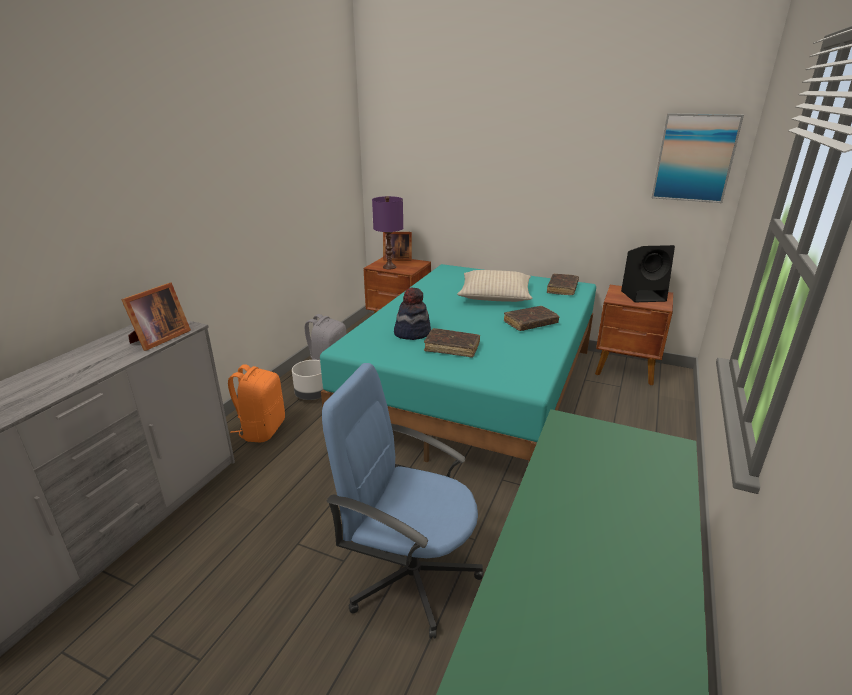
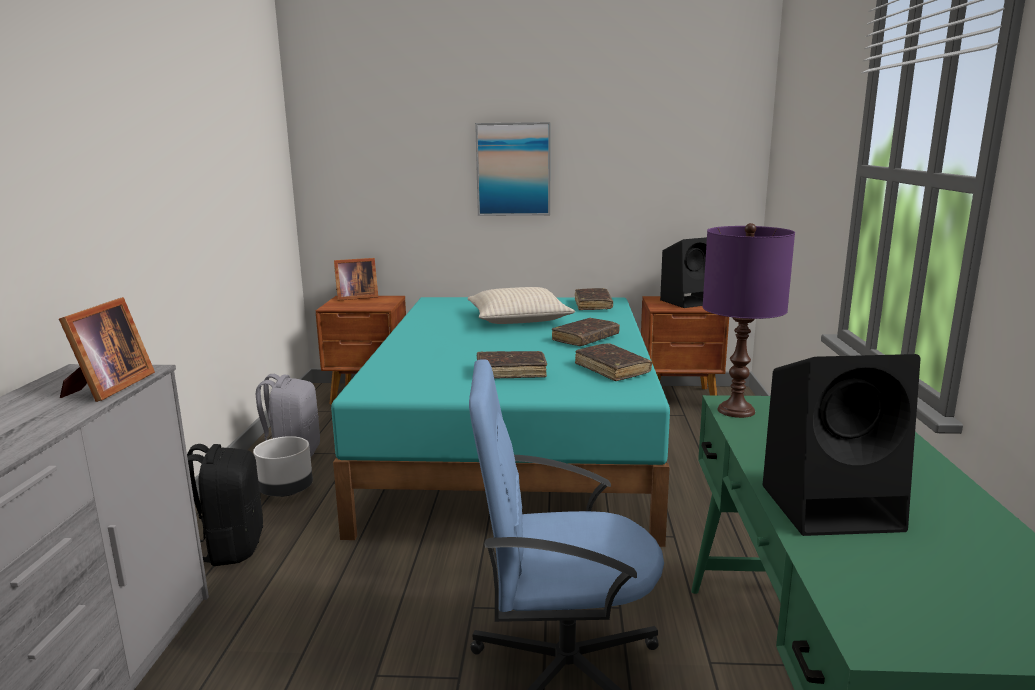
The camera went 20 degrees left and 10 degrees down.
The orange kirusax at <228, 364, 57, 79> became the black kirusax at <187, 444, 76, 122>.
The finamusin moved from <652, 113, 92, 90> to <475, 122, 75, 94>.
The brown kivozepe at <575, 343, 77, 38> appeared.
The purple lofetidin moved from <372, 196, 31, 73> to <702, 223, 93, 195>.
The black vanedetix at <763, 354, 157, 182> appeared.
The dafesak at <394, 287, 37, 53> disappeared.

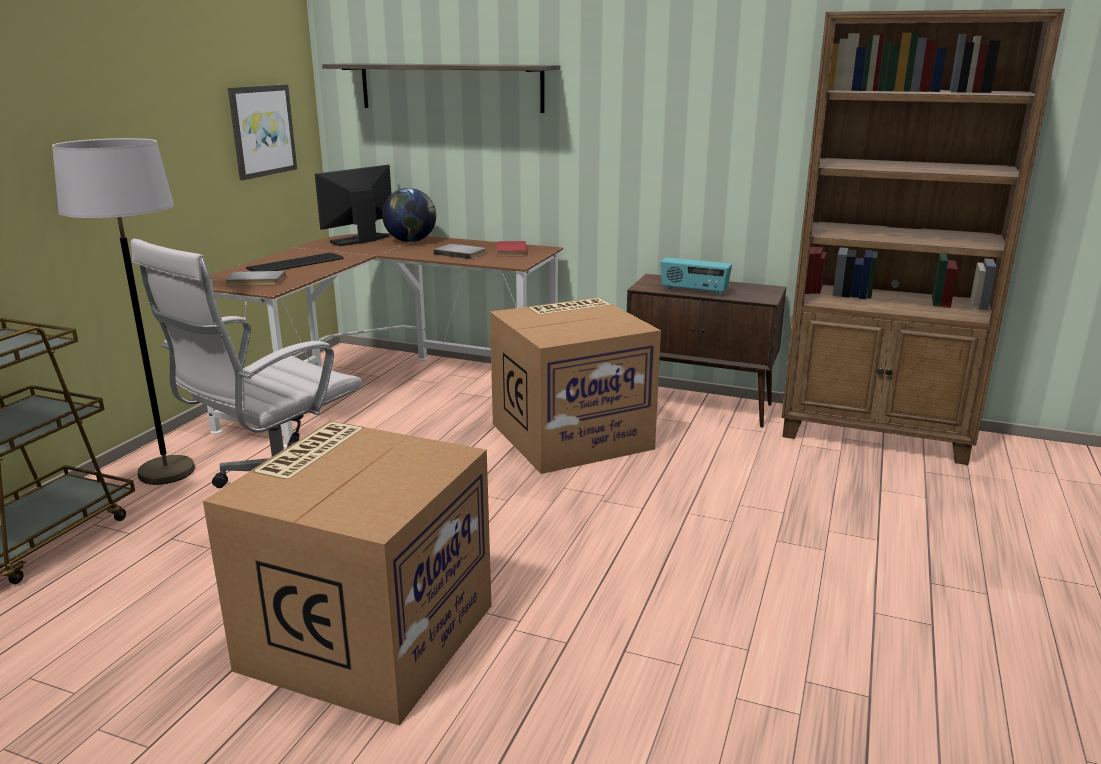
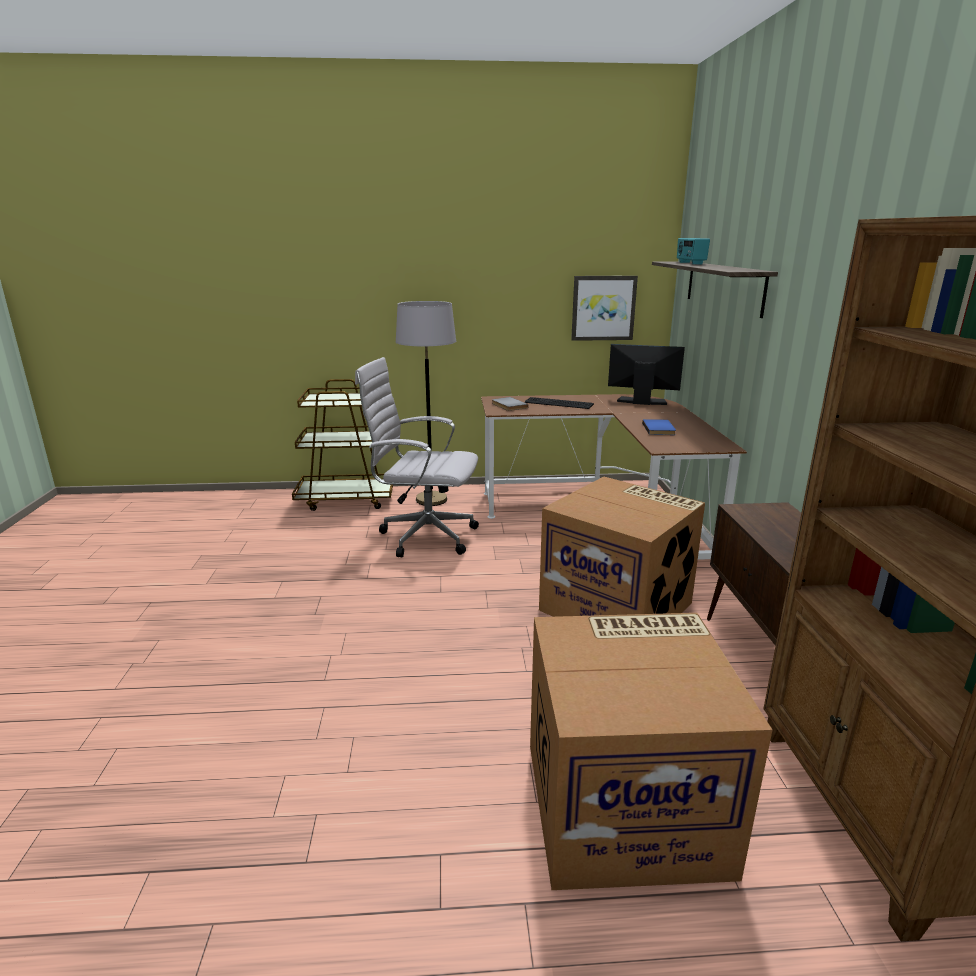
The camera went 65 degrees right and 0 degrees up.
The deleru moved from <203, 421, 288, 305> to <530, 613, 242, 277>.
The grey kivozepe at <433, 244, 54, 15> became the blue kivozepe at <642, 419, 34, 16>.
The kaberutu moved from <661, 257, 71, 39> to <677, 238, 33, 27>.
The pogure at <382, 188, 54, 54> disappeared.
The red kivozepe at <497, 241, 31, 16> disappeared.

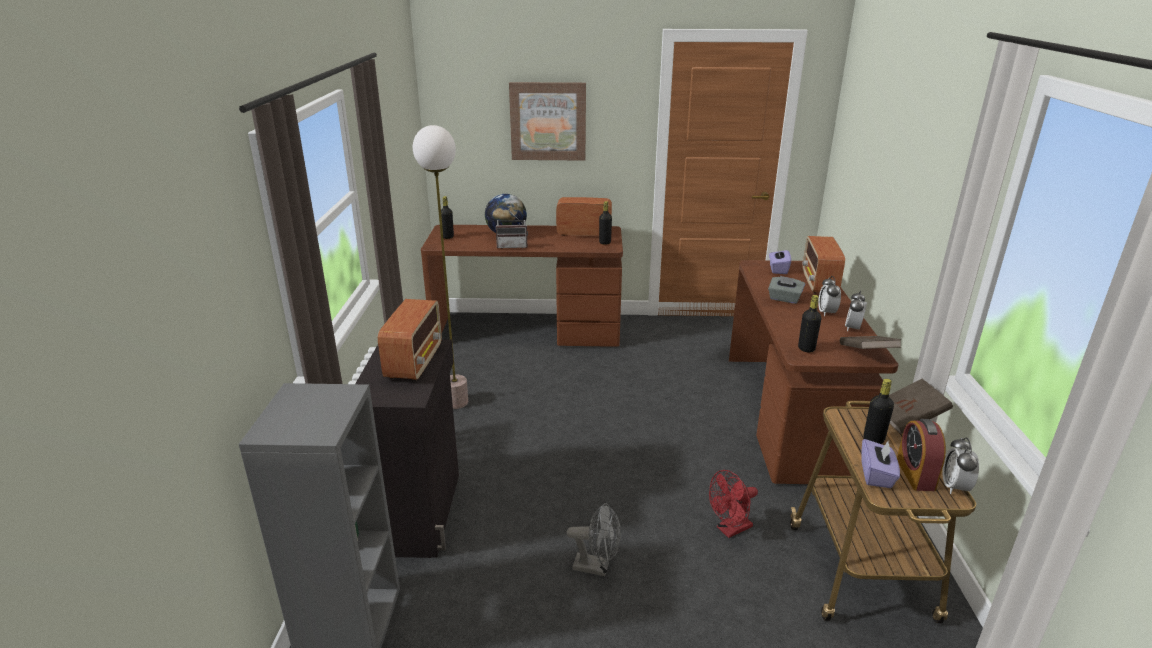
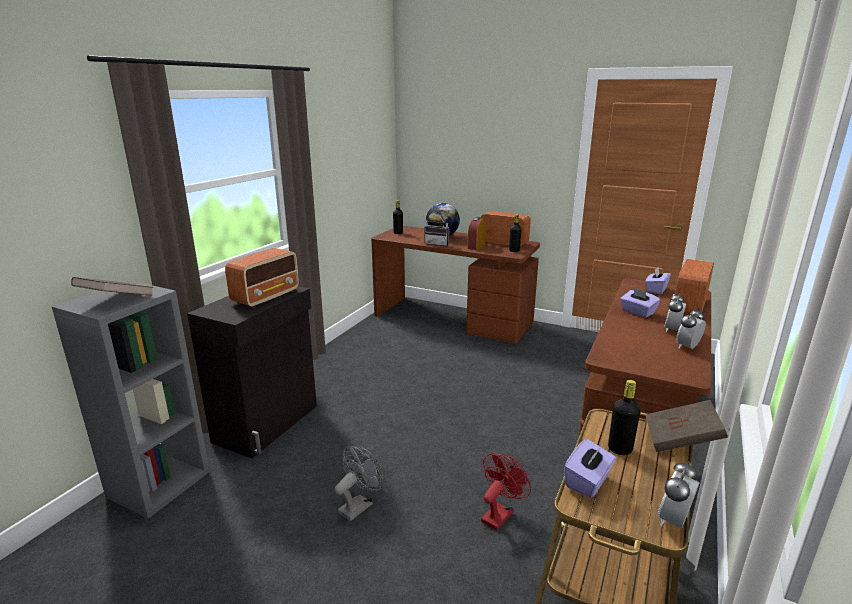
The camera went 25 degrees right and 5 degrees down.
The brown kivozepe moved from <840, 336, 62, 13> to <71, 277, 82, 18>.
The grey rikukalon at <567, 503, 54, 73> turned 90 degrees counterclockwise.
The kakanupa moved from <897, 419, 49, 72> to <467, 217, 19, 33>.
The red rikukalon at <709, 470, 49, 68> turned 135 degrees clockwise.
The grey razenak at <768, 276, 37, 28> became the purple razenak at <620, 288, 40, 30>.
The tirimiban at <413, 125, 55, 284> disappeared.
The finamusin at <509, 82, 77, 79> disappeared.
The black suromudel at <798, 295, 24, 58> disappeared.

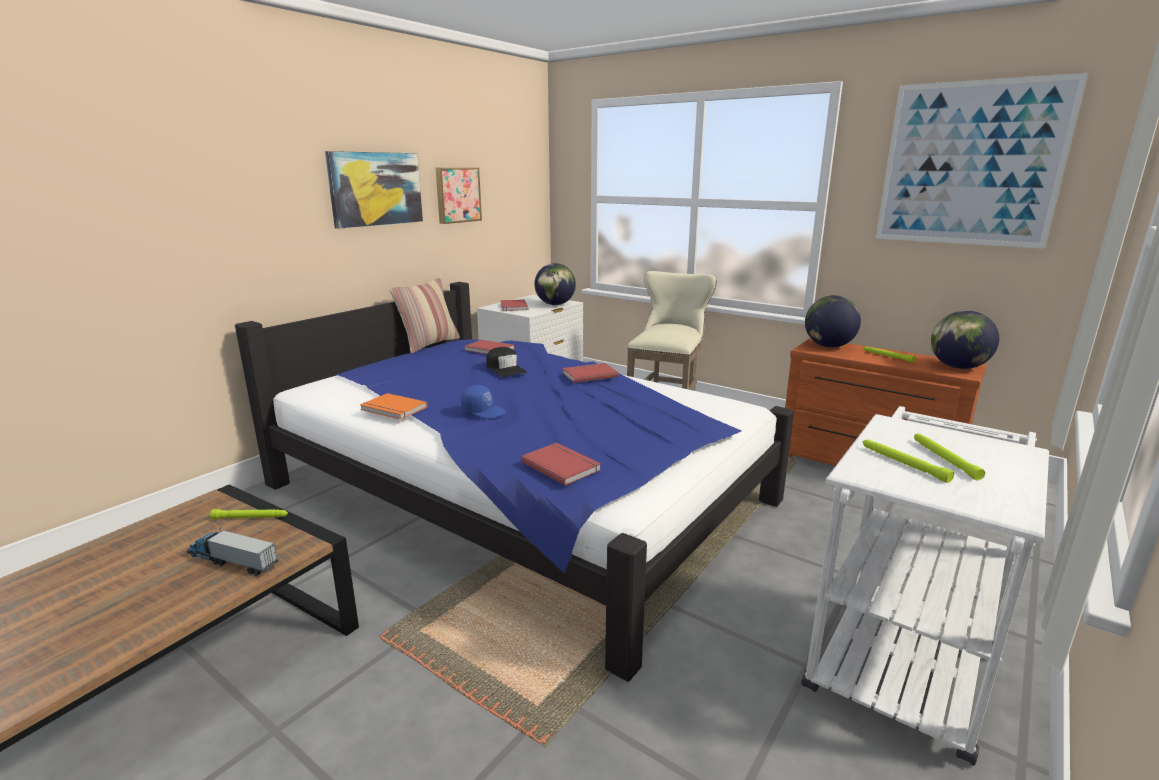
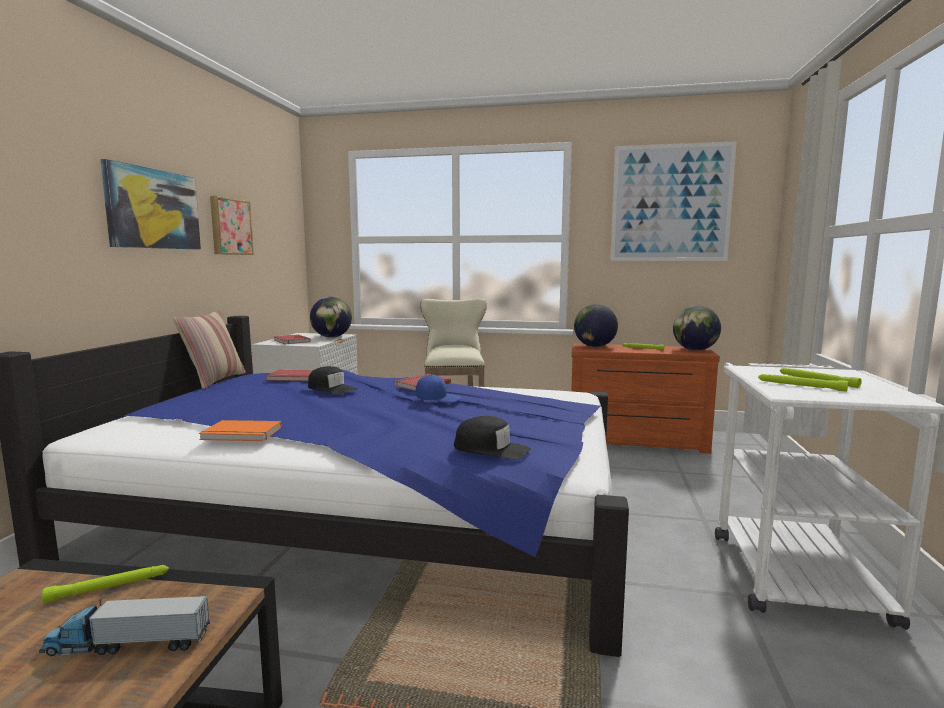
The camera went 25 degrees left and 10 degrees down.
The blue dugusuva moved from <461, 385, 45, 34> to <416, 375, 45, 28>.
The red kivozepe at <521, 443, 80, 43> was replaced by the black dugusuva at <454, 416, 77, 44>.

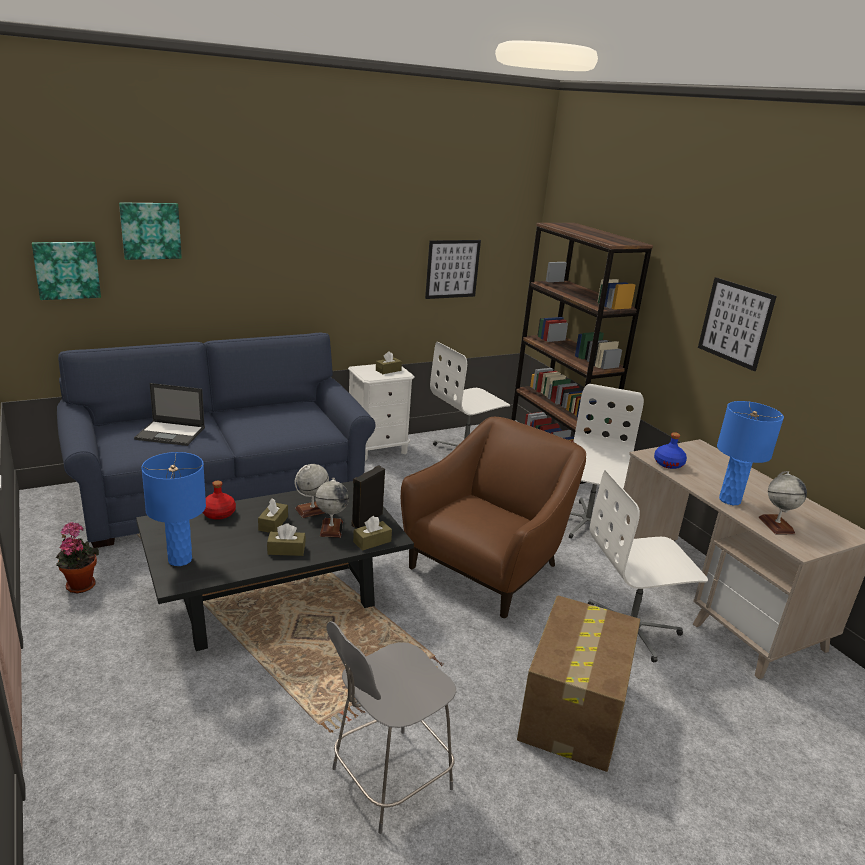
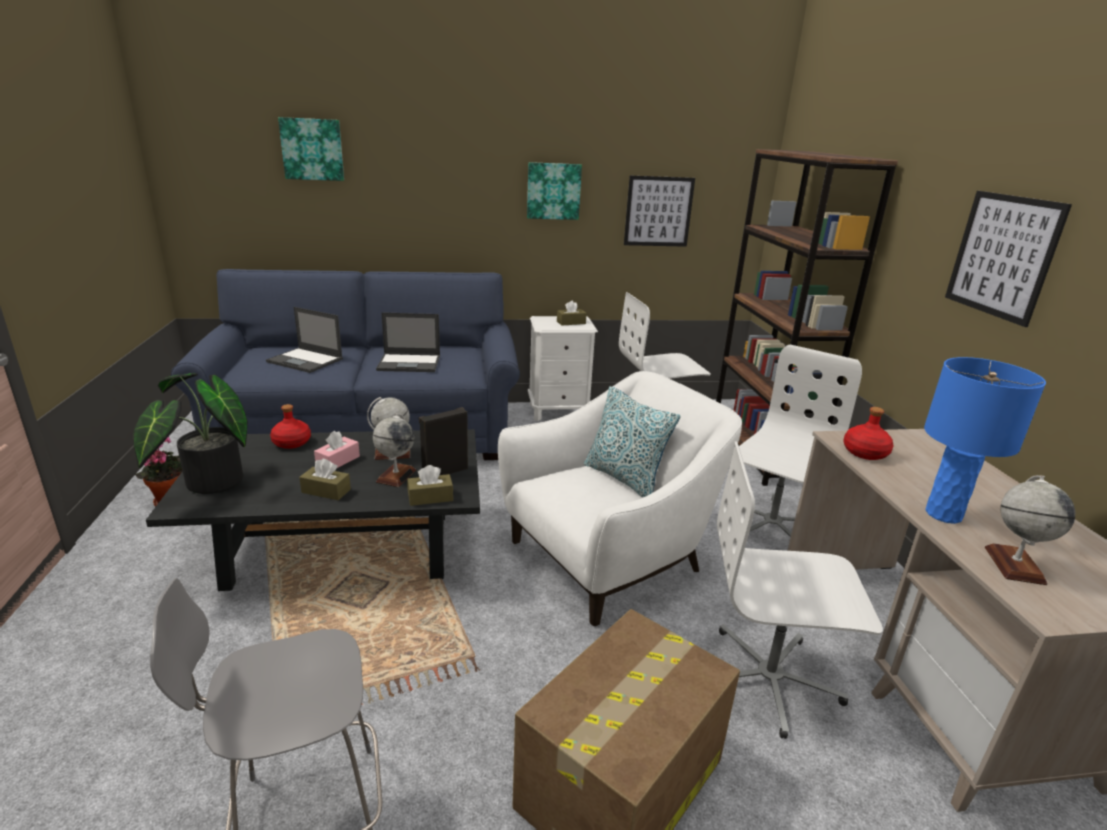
The camera went 20 degrees right and 0 degrees up.
The blue lofetidin at <141, 452, 65, 114> was replaced by the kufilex at <134, 373, 113, 121>.
The brown razenak at <258, 498, 30, 35> became the pink razenak at <314, 431, 46, 38>.
The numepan at <376, 312, 64, 60> appeared.
The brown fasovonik at <401, 417, 185, 201> became the white fasovonik at <498, 371, 244, 255>.
The finamusin moved from <32, 242, 69, 58> to <527, 162, 55, 58>.
The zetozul at <584, 386, 97, 112> appeared.
The blue suromudel at <654, 432, 33, 37> became the red suromudel at <843, 407, 50, 53>.

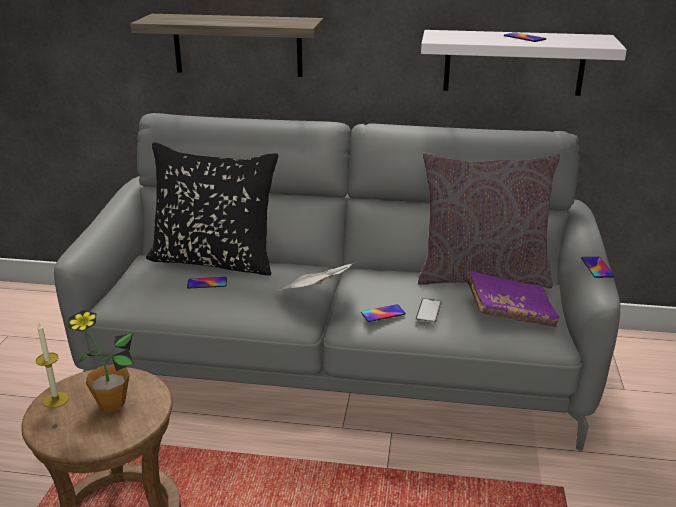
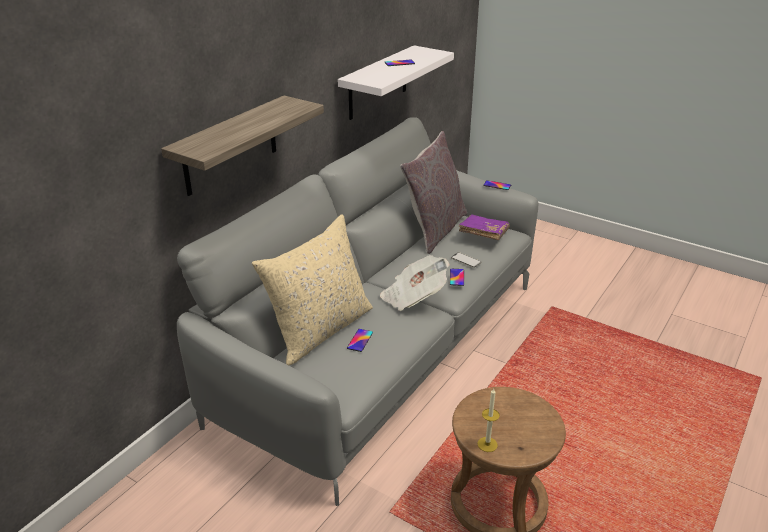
The camera went 65 degrees left and 5 degrees up.
The black zetozul at <146, 142, 132, 134> became the beige zetozul at <252, 214, 121, 151>.
The kufilex at <68, 310, 65, 102> disappeared.

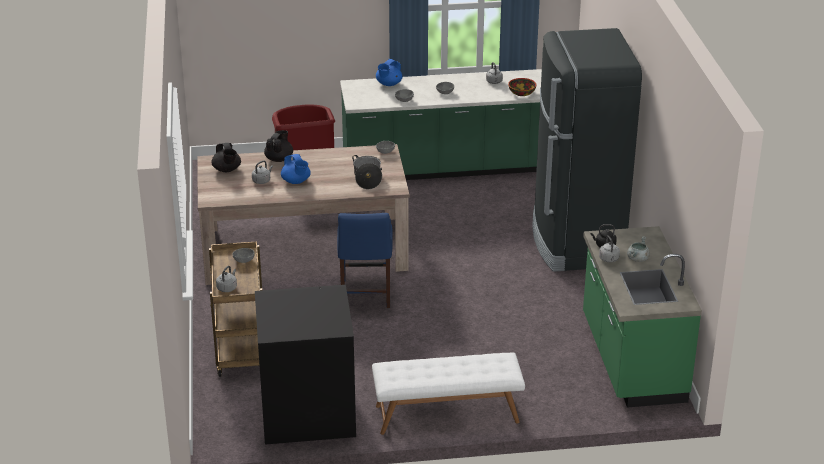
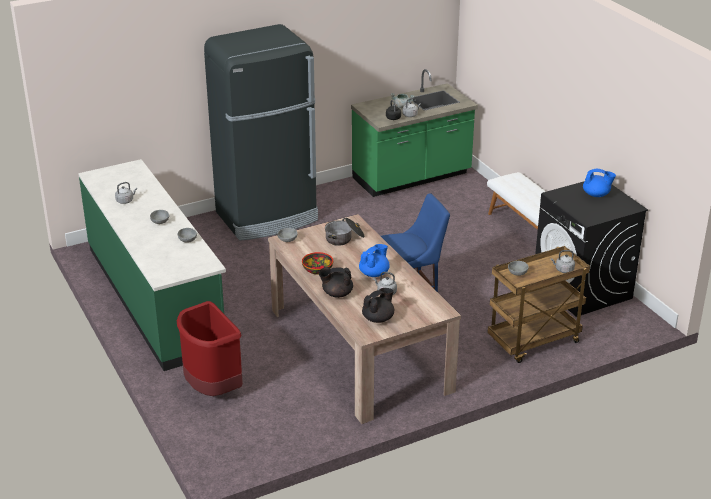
The camera went 110 degrees left and 0 degrees up.
The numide moved from <508, 78, 28, 18> to <302, 252, 31, 23>.
The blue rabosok moved from <376, 59, 26, 27> to <583, 169, 33, 28>.

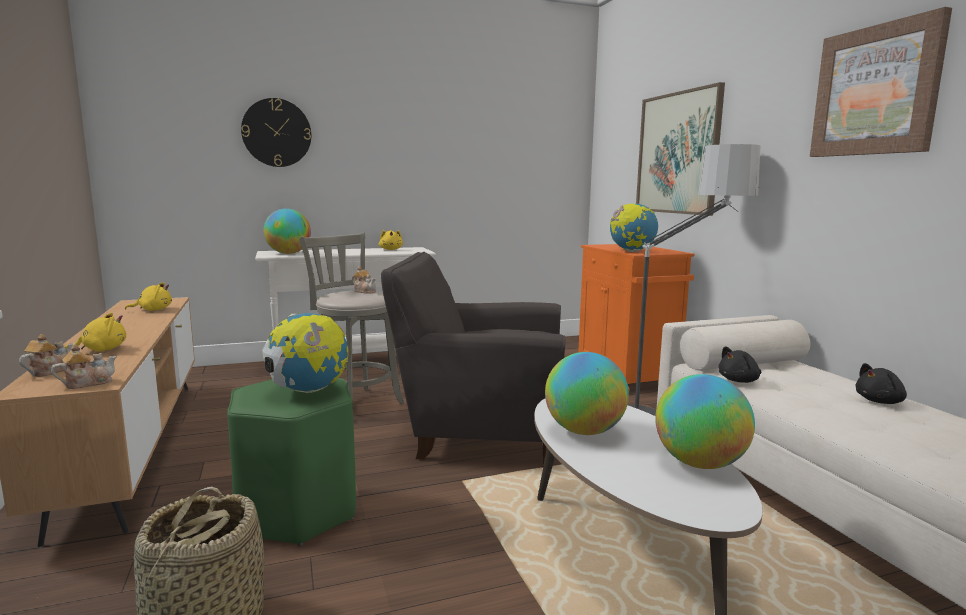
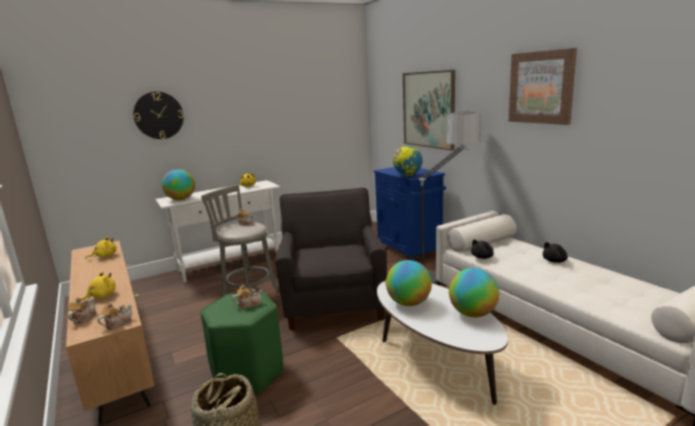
The camera went 10 degrees left and 5 degrees up.
The pogure at <262, 313, 87, 80> was replaced by the rabosok at <232, 285, 31, 24>.
The grey fasovonik at <381, 252, 184, 213> turned 90 degrees clockwise.
The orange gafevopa at <578, 244, 116, 148> became the blue gafevopa at <373, 167, 73, 94>.

